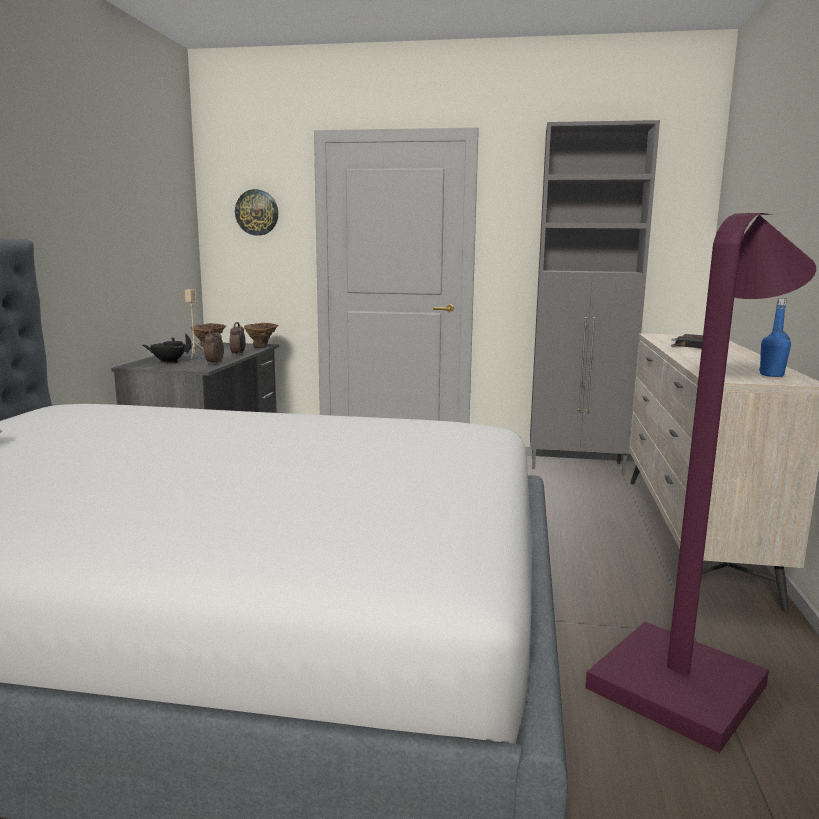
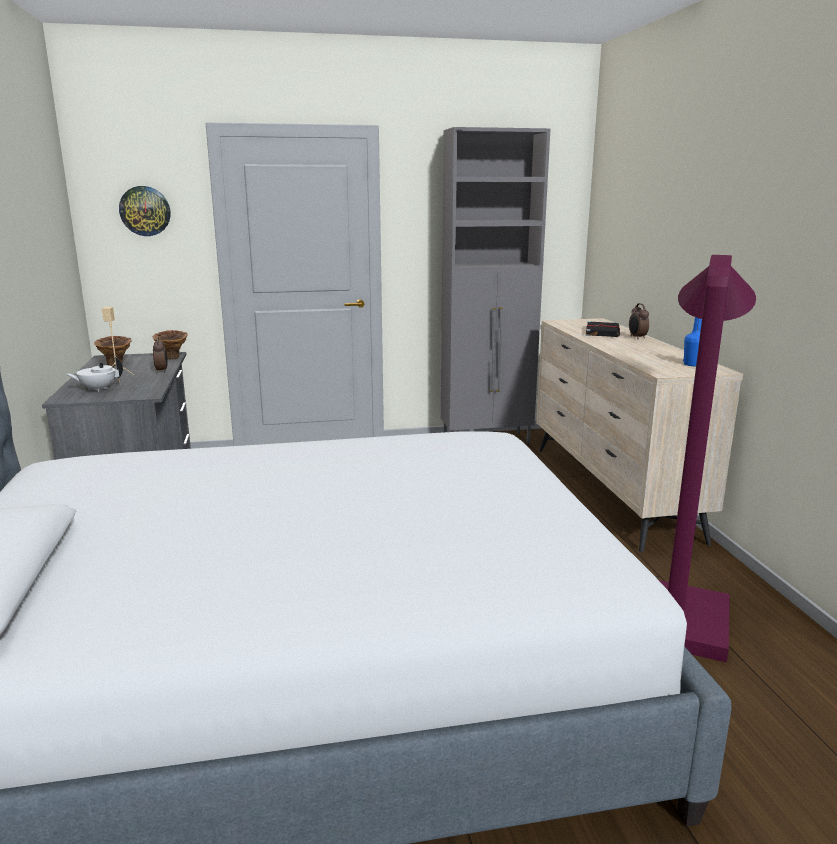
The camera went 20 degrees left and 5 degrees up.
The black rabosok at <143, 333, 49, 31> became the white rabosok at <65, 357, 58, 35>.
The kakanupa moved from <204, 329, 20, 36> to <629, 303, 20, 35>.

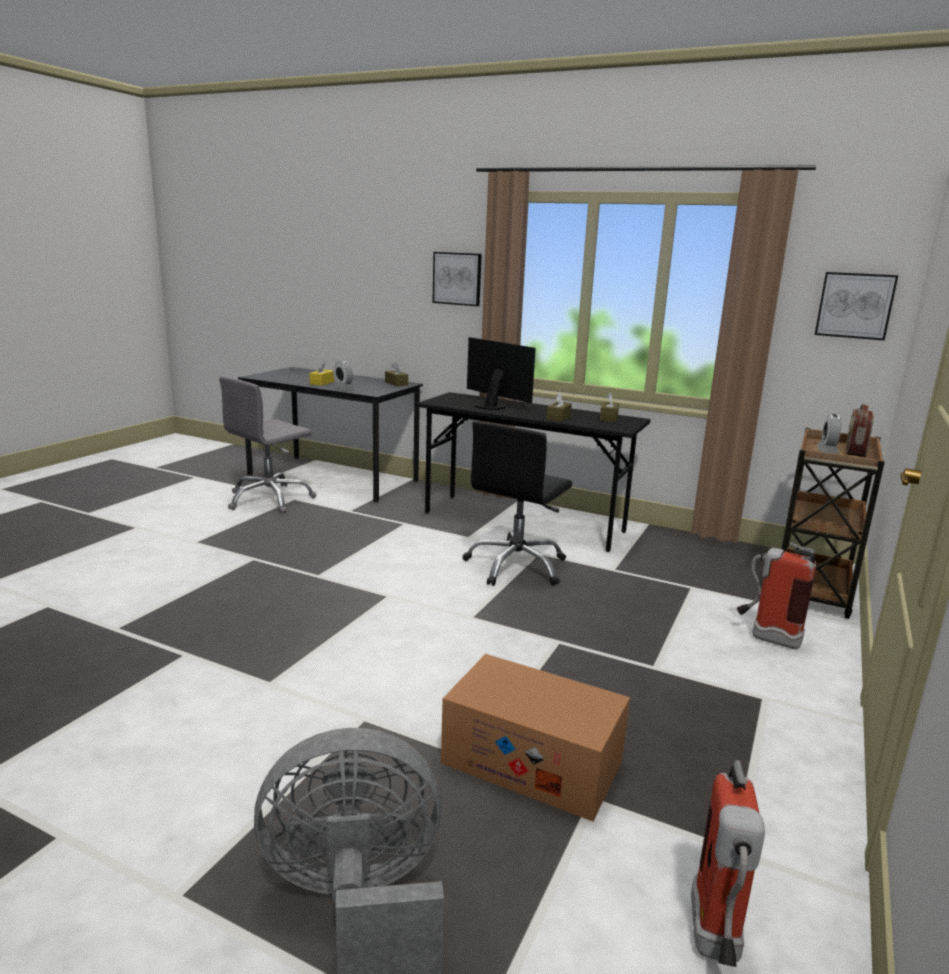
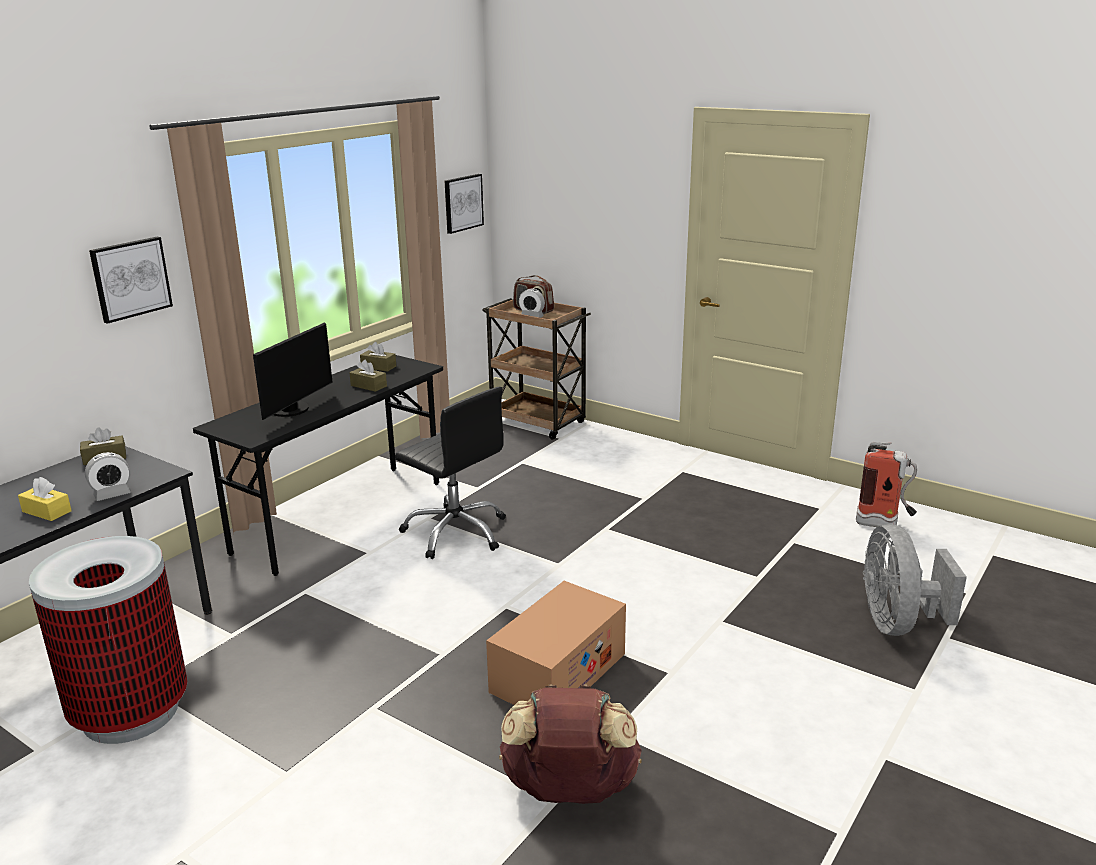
The camera went 80 degrees left and 5 degrees up.
The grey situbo at <219, 376, 97, 137> was replaced by the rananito at <29, 536, 159, 208>.
The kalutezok at <467, 337, 69, 73> turned 150 degrees clockwise.
The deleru moved from <441, 654, 189, 167> to <486, 581, 140, 124>.
The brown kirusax at <499, 685, 143, 119> appeared.
The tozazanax at <737, 542, 79, 107> disappeared.

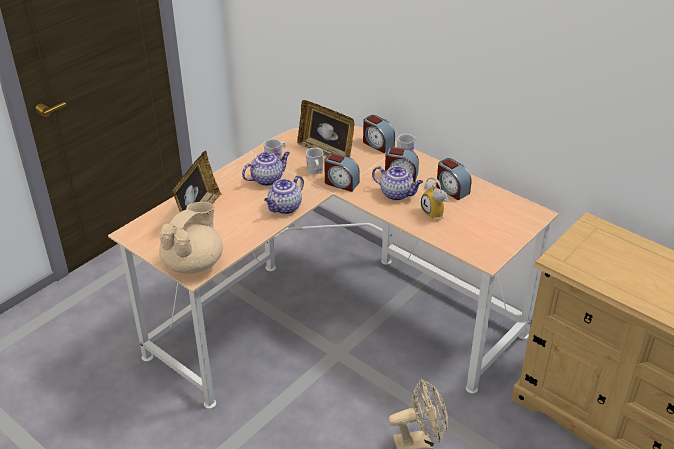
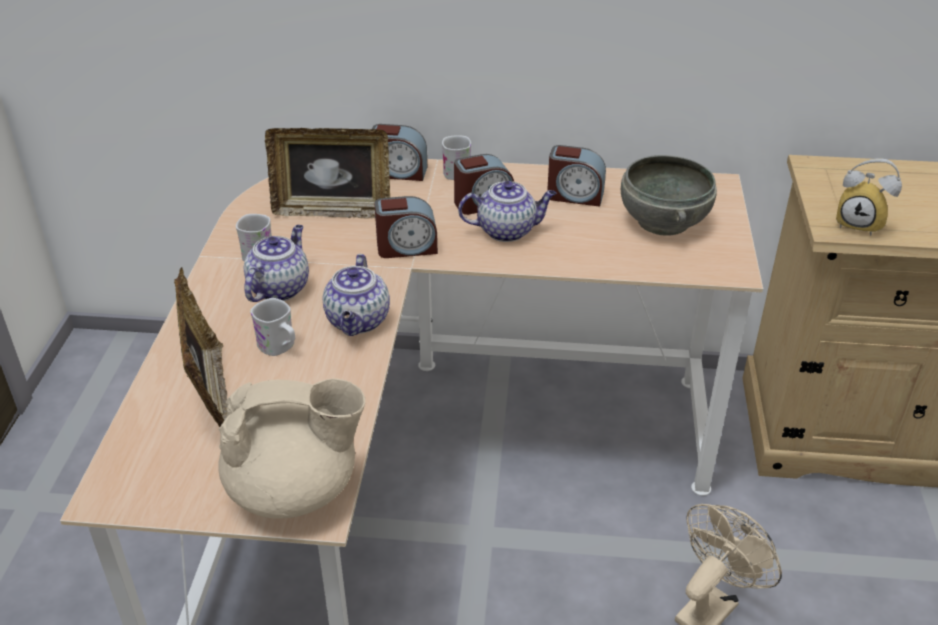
The camera went 35 degrees left and 0 degrees up.
The beige rabosok at <159, 202, 64, 72> turned 90 degrees clockwise.
The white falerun moved from <306, 148, 17, 26> to <250, 298, 45, 58>.
The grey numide at <621, 155, 96, 81> appeared.
The kakanupa moved from <421, 177, 28, 42> to <836, 159, 66, 77>.

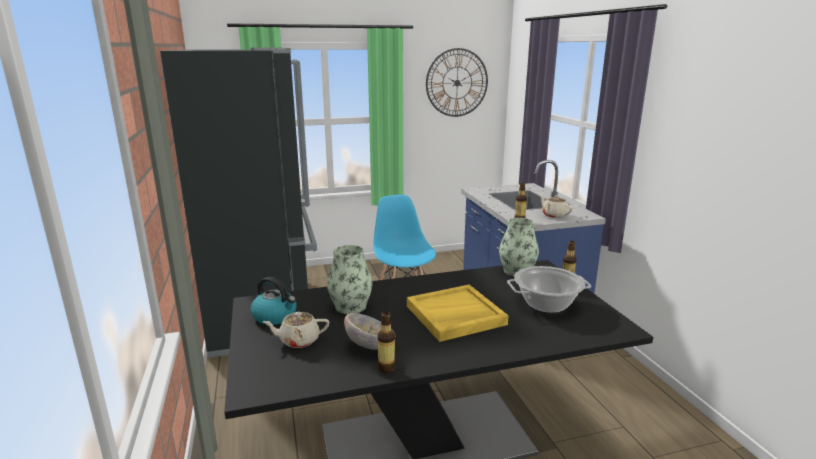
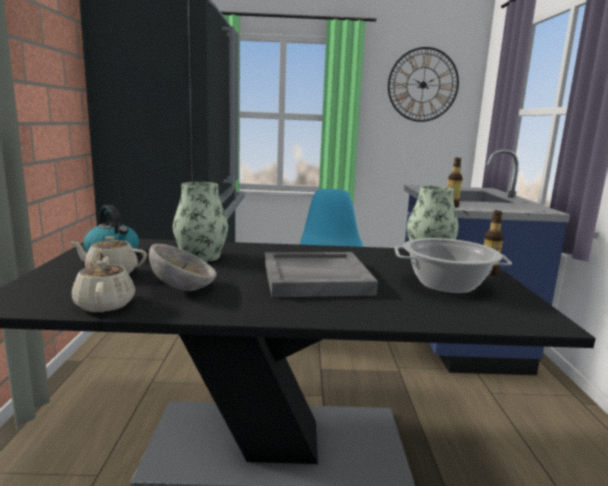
The camera went 15 degrees right and 5 degrees down.
The beige rabosok moved from <539, 195, 34, 23> to <72, 257, 63, 55>.
The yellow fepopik at <407, 285, 102, 57> became the grey fepopik at <265, 252, 113, 45>.
The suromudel at <377, 311, 19, 62> disappeared.

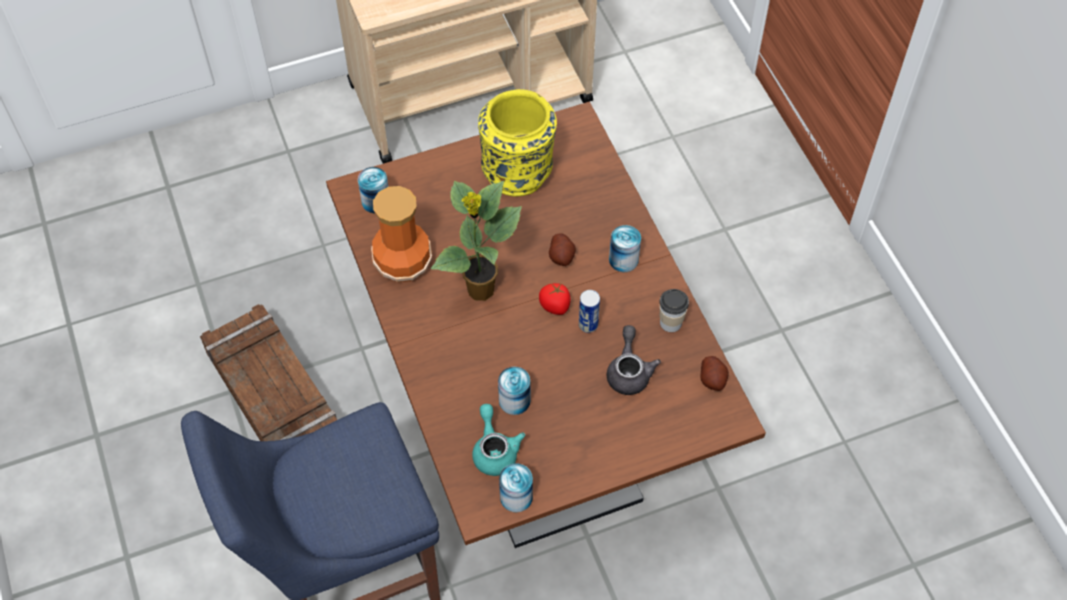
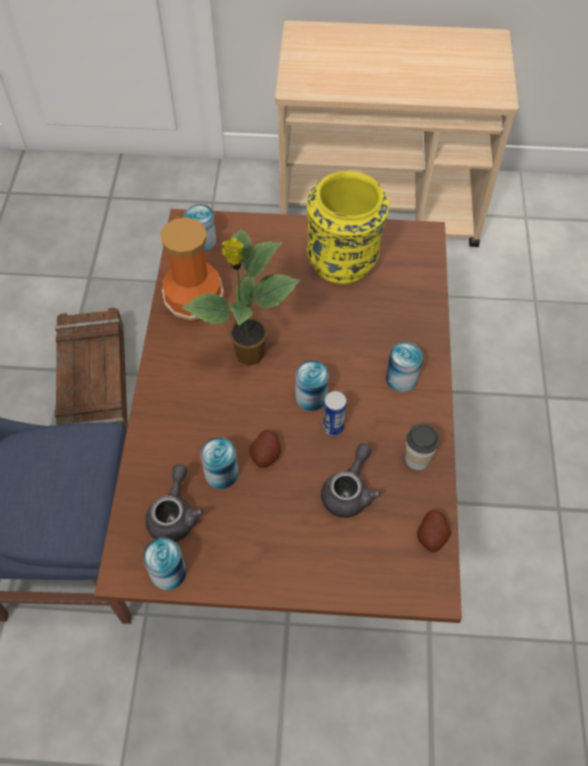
The camera went 25 degrees right and 0 degrees up.
The turquoise rabosok at <472, 404, 53, 72> became the grey rabosok at <145, 464, 59, 78>.
The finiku moved from <549, 234, 27, 32> to <250, 430, 31, 38>.
The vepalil at <539, 283, 32, 32> was replaced by the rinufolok at <296, 360, 33, 51>.

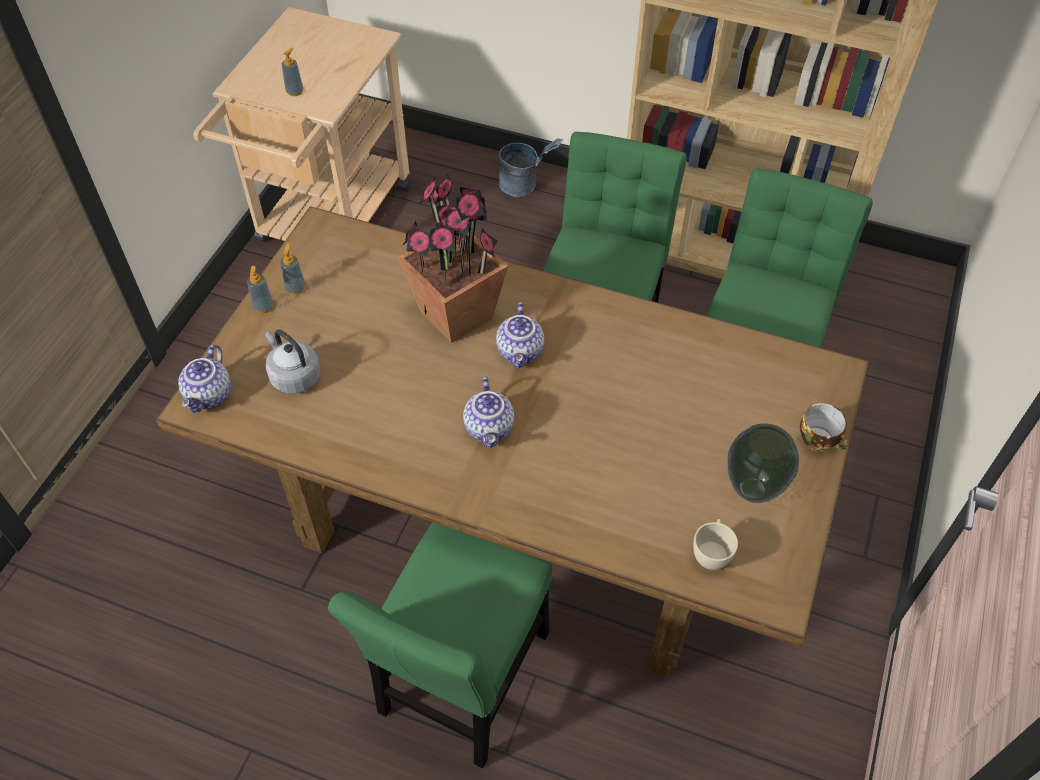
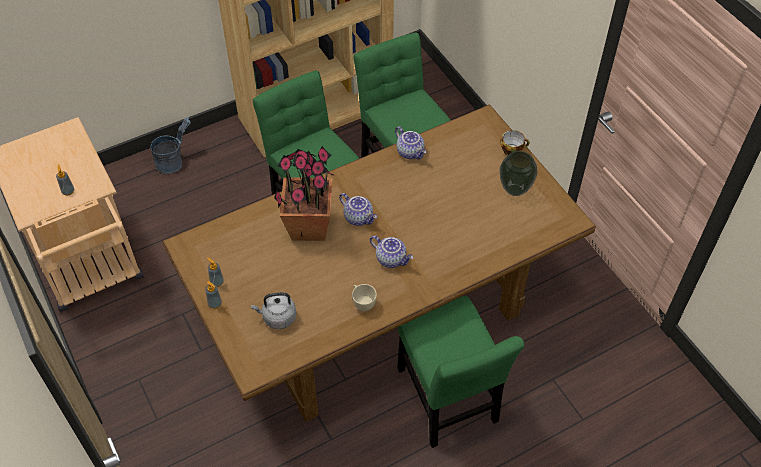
The camera went 50 degrees left and 0 degrees up.
The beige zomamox moved from <693, 519, 45, 51> to <352, 284, 25, 27>.
The rabosok moved from <178, 345, 53, 68> to <395, 126, 31, 33>.

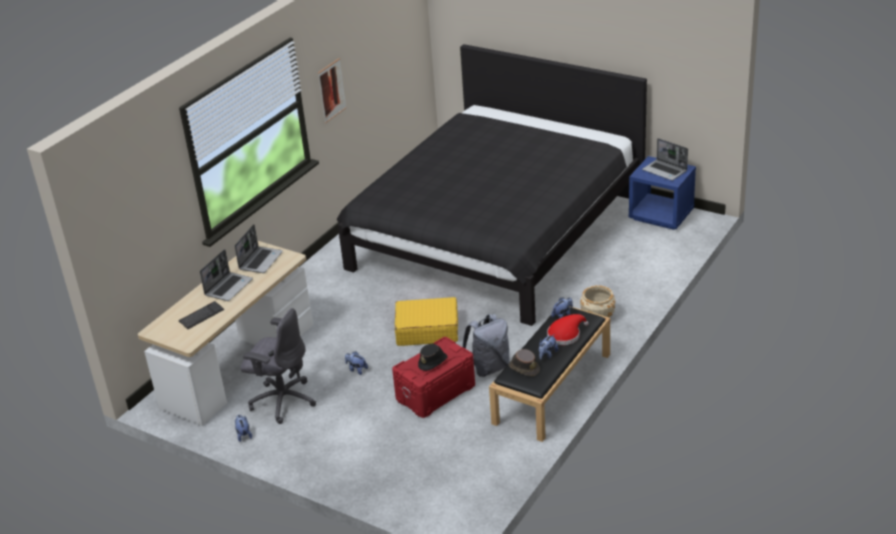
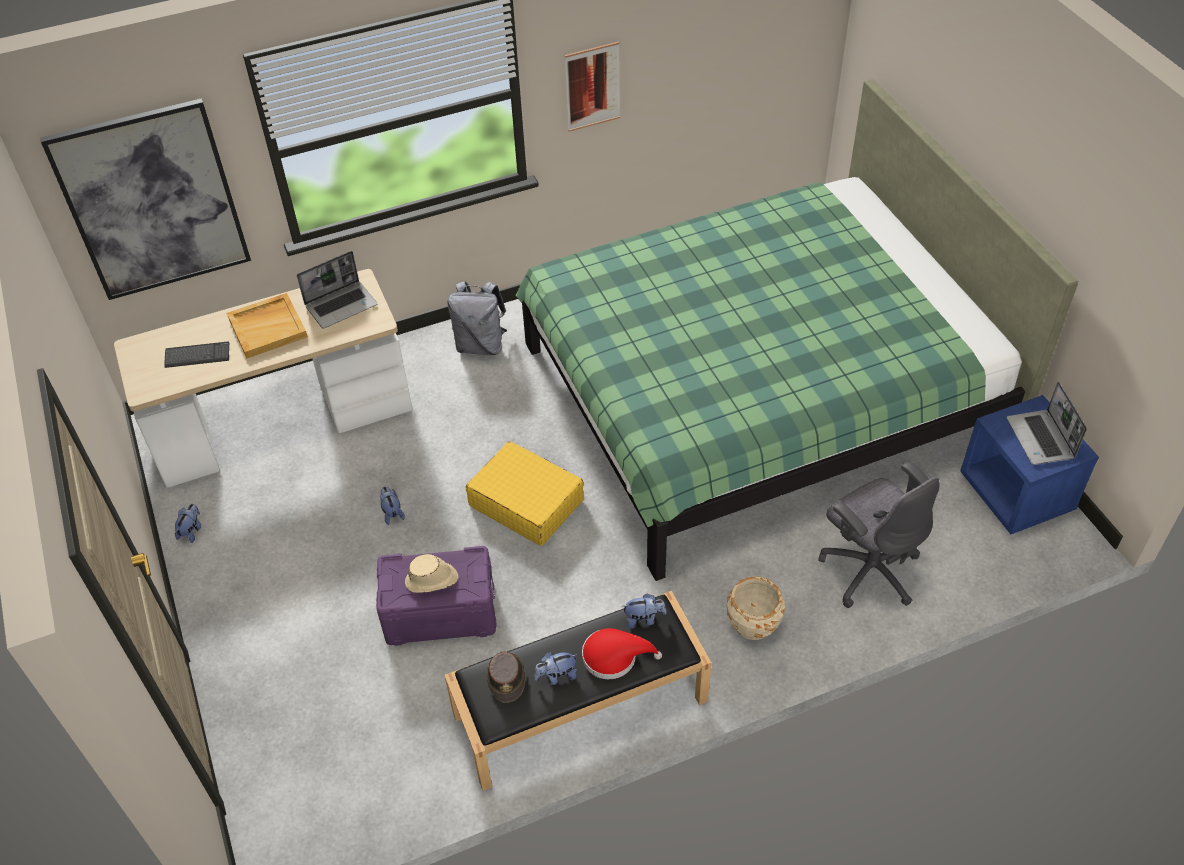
The camera went 35 degrees right and 15 degrees up.
The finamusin at <40, 98, 211, 202> appeared.
The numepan at <200, 249, 53, 52> was replaced by the beige fepopik at <227, 293, 81, 65>.
The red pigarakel at <392, 337, 83, 81> became the purple pigarakel at <376, 546, 121, 100>.
The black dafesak at <418, 344, 30, 27> became the beige dafesak at <405, 554, 54, 39>.
The grey kirusax moved from <463, 314, 46, 63> to <447, 281, 60, 74>.
The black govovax at <337, 44, 310, 282> became the green govovax at <516, 79, 562, 502>.
The grey situbo moved from <240, 308, 76, 116> to <818, 462, 122, 146>.

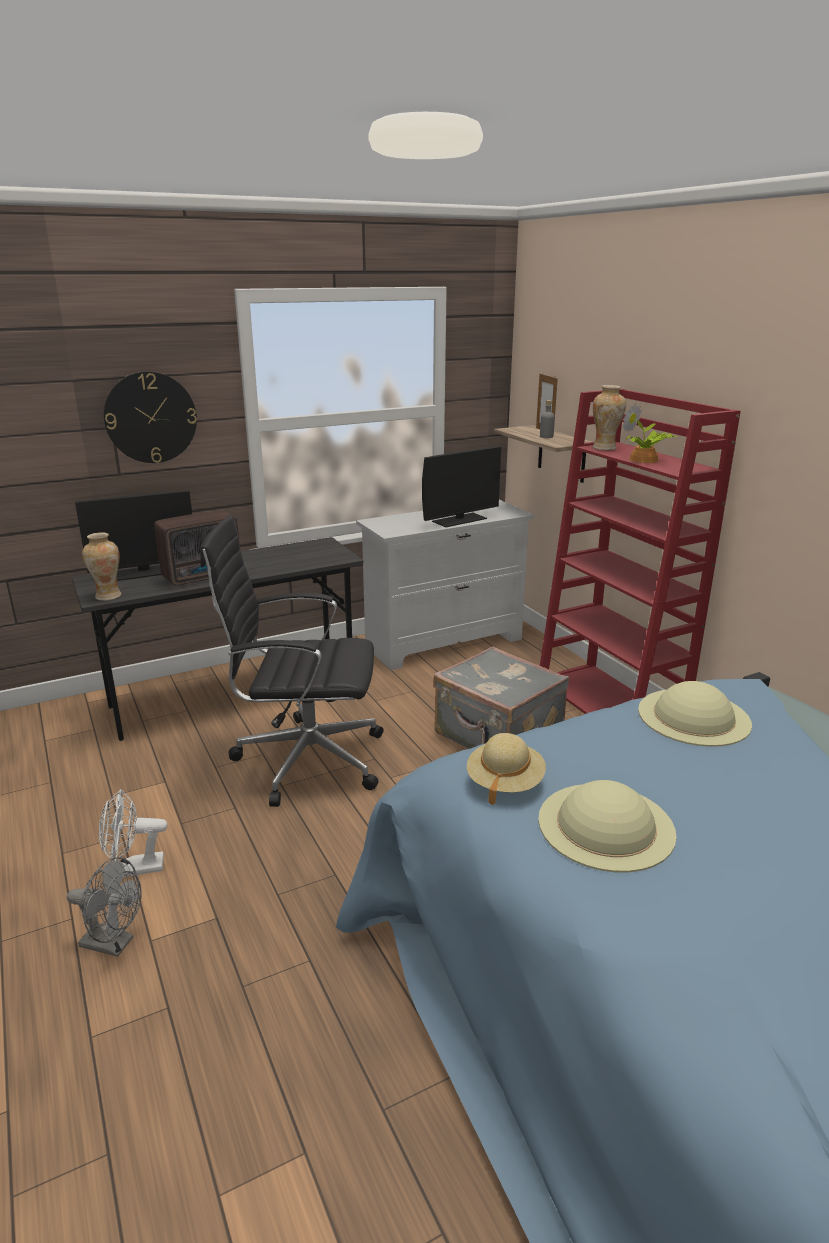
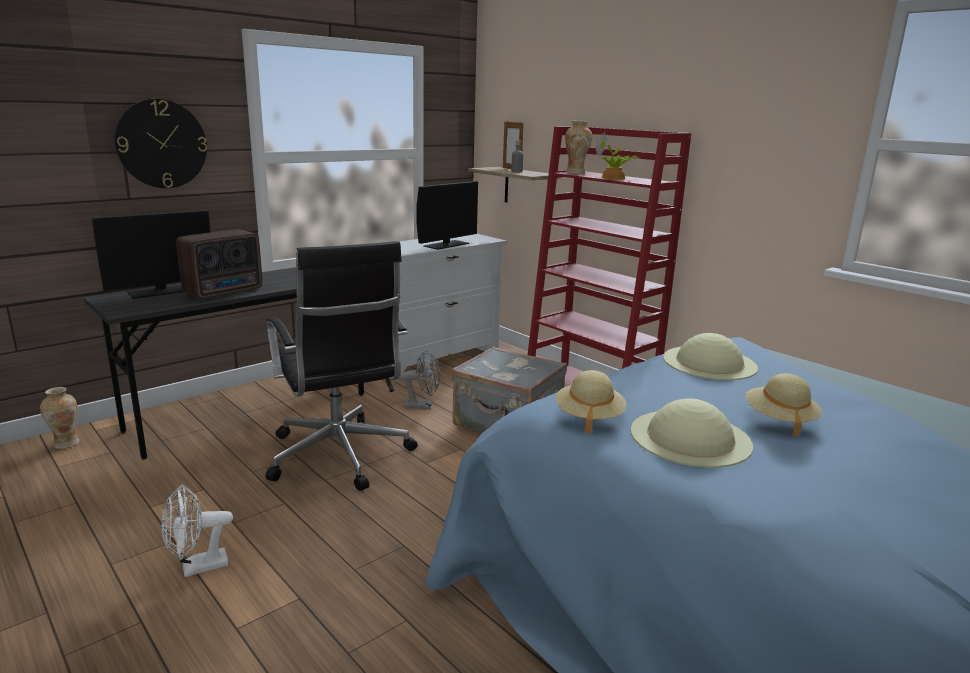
The camera went 15 degrees left and 5 degrees down.
The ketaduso moved from <82, 532, 39, 69> to <40, 387, 39, 62>.
The black situbo at <200, 515, 184, 292> turned 105 degrees counterclockwise.
The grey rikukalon moved from <67, 857, 75, 100> to <399, 350, 41, 59>.
The beige dafesak at <746, 373, 76, 64> appeared.

